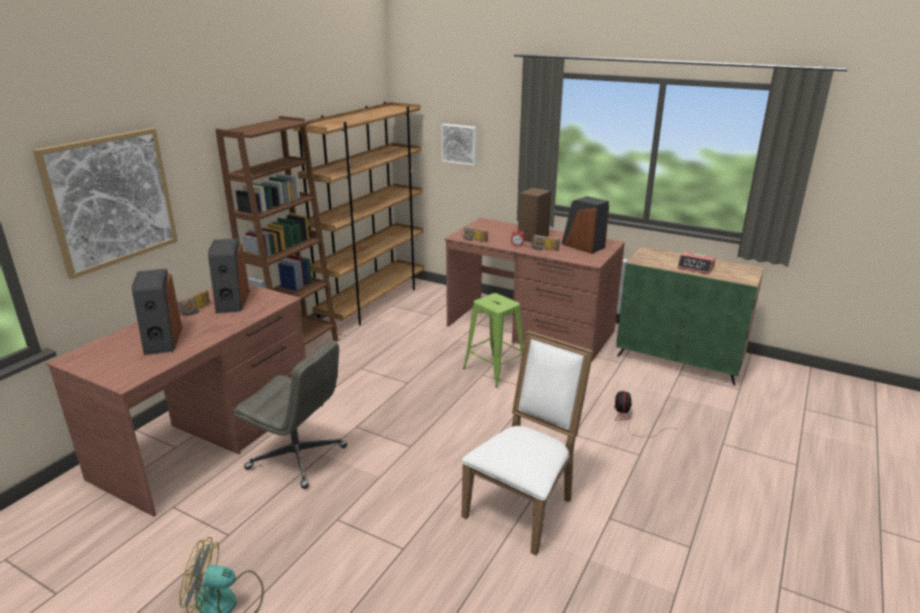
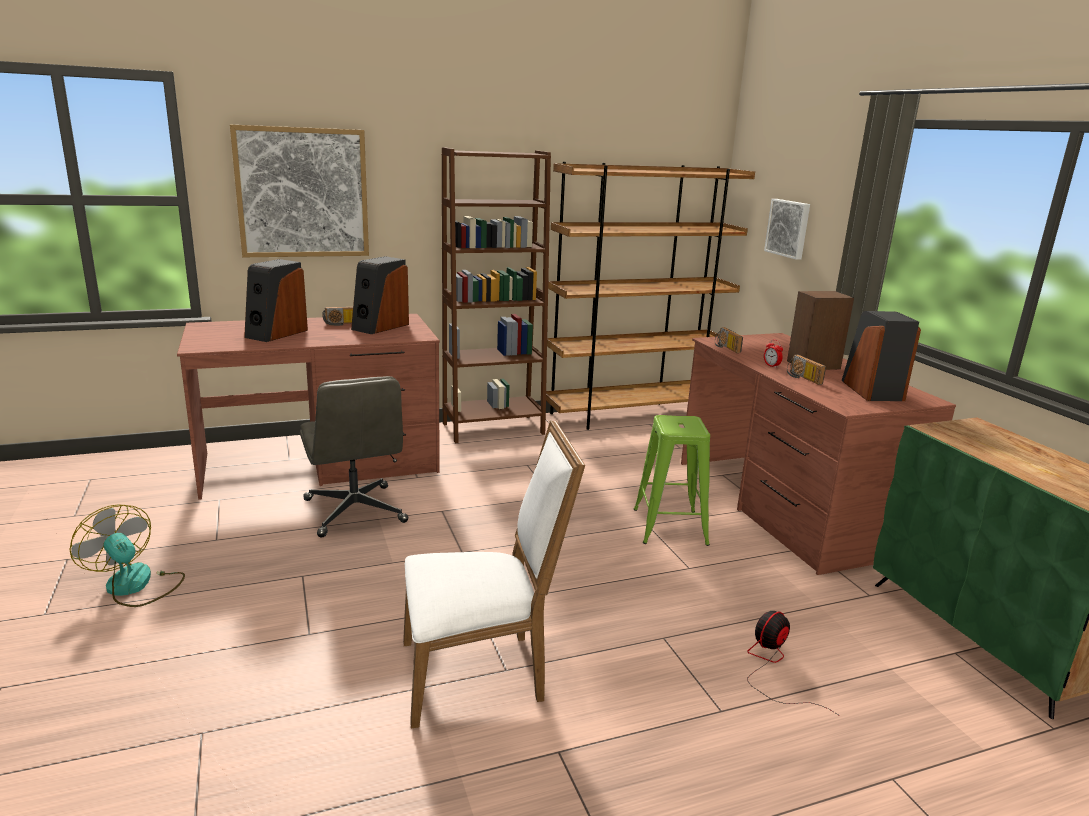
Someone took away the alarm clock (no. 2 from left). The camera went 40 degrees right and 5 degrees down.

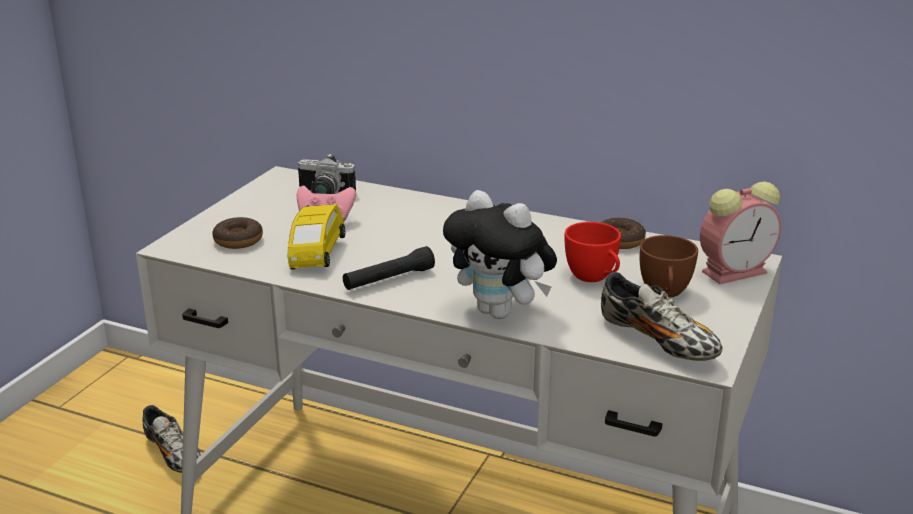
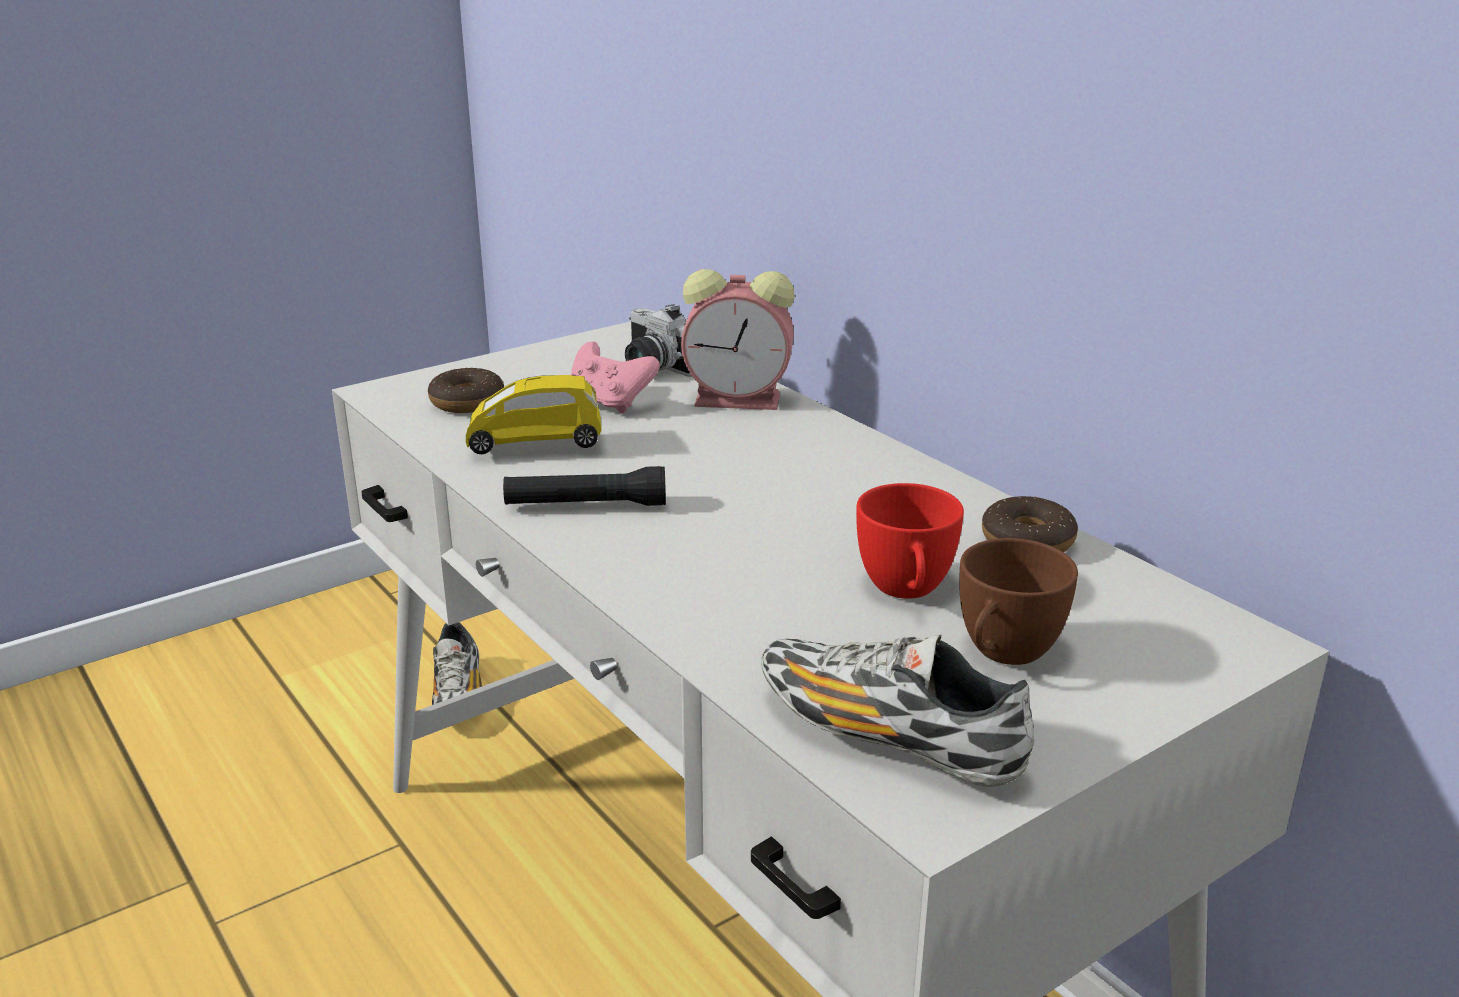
Someone carried the alarm clock. Someone took away the plush toy. Someone rotated the yellow toy car by 45 degrees clockwise. Someone rotated the shoe (no. 2 from left) by 135 degrees clockwise. The camera went 30 degrees right and 0 degrees up.

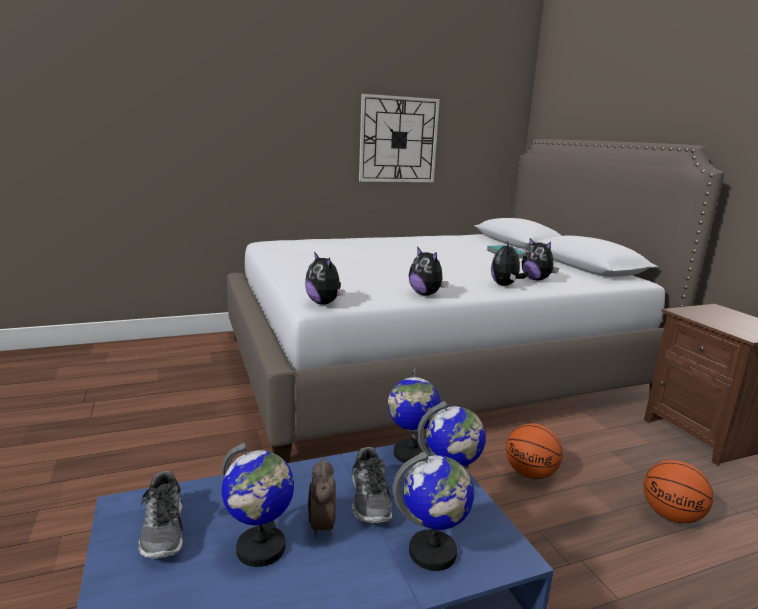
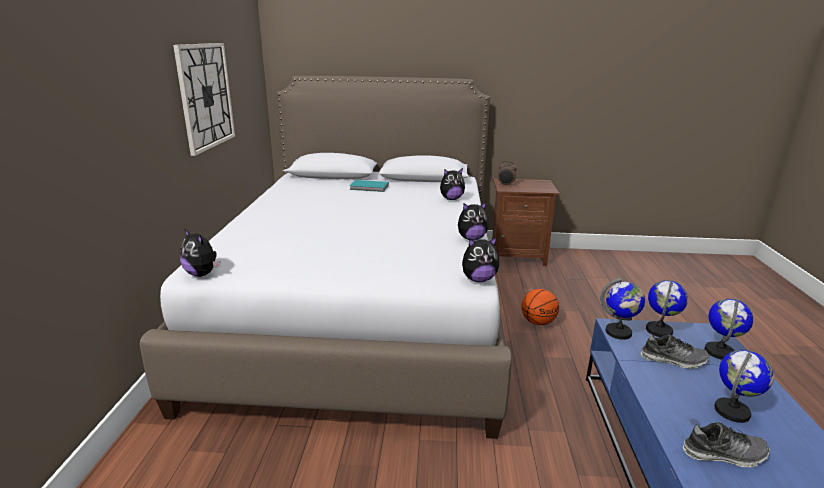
Someone carried the plush toy (no. 3 from left in the first image). Someone carried the alarm clock. Someone took away the basketball (no. 2 from left). The camera went 65 degrees left and 5 degrees up.

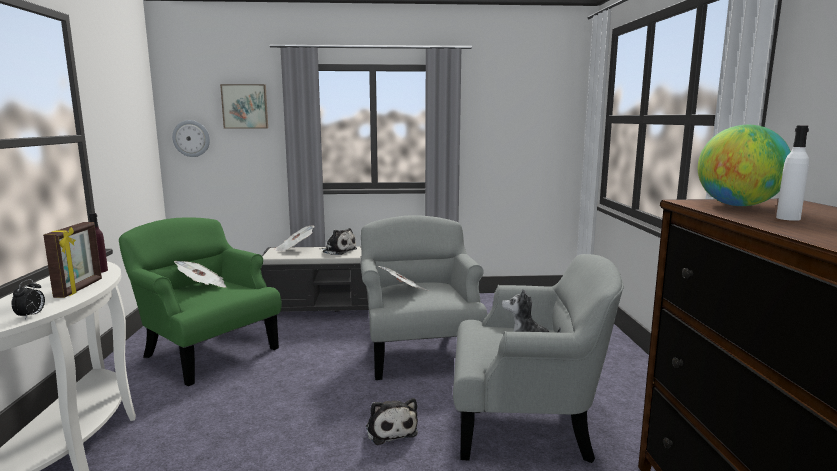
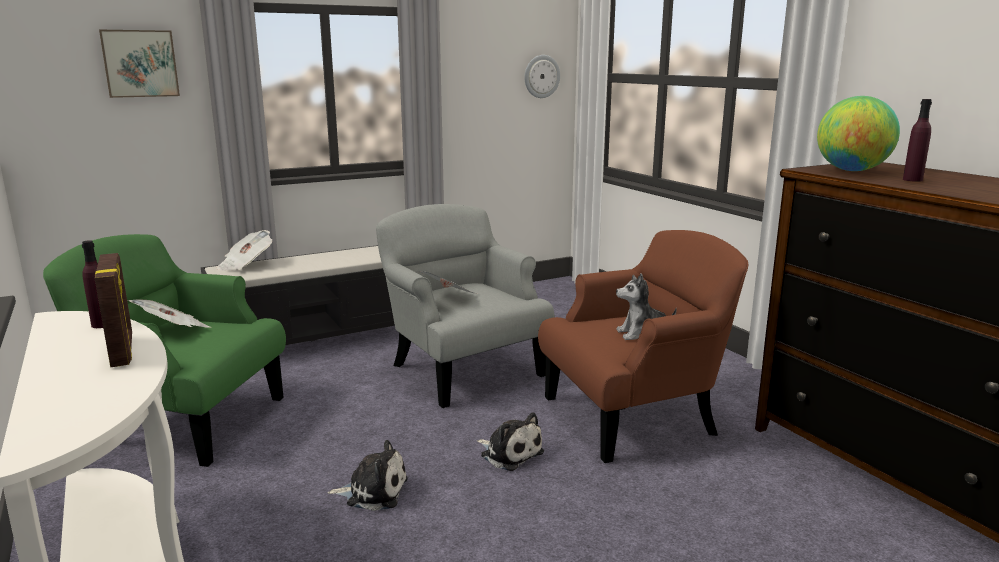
Someone carried the wall clock. Someone repainted the white bottle, which became the purple bottle (no. 2 from left). Someone carried the plush toy (no. 1 from left). Someone repainted the grey armchair (no. 2 from left), which became the brown armchair. Someone took away the alarm clock. The camera went 25 degrees left and 5 degrees up.

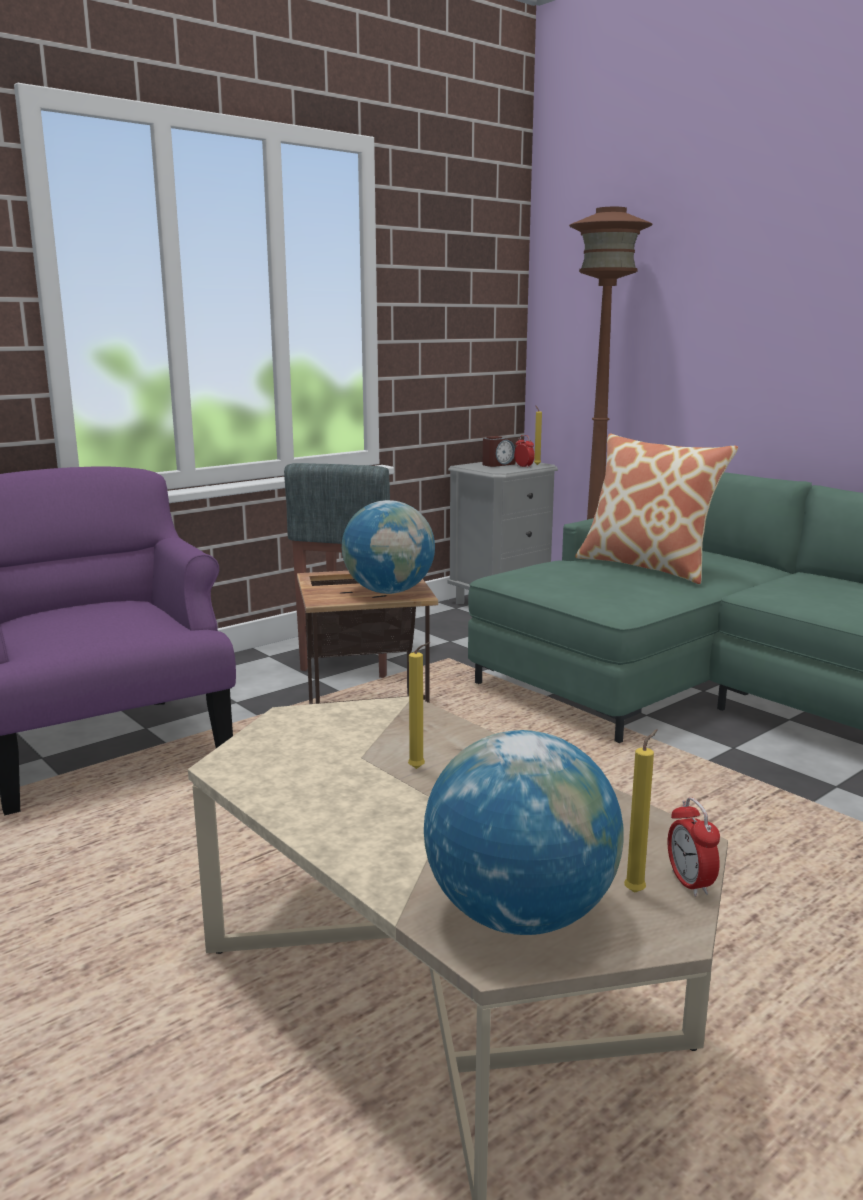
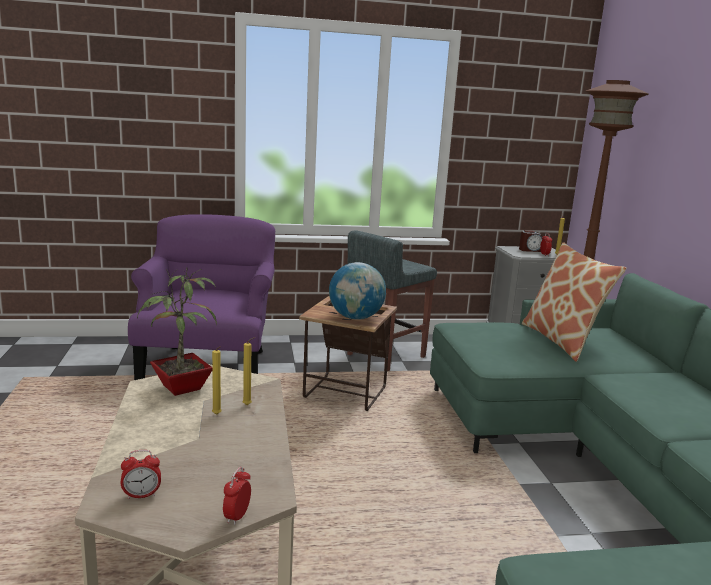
Someone carried the yellow candle (no. 3 from left in the first image). Someone swapped the globe (no. 2 from left) for the alarm clock (no. 1 from left). Someone put down the potted plant. The camera went 30 degrees right and 0 degrees up.

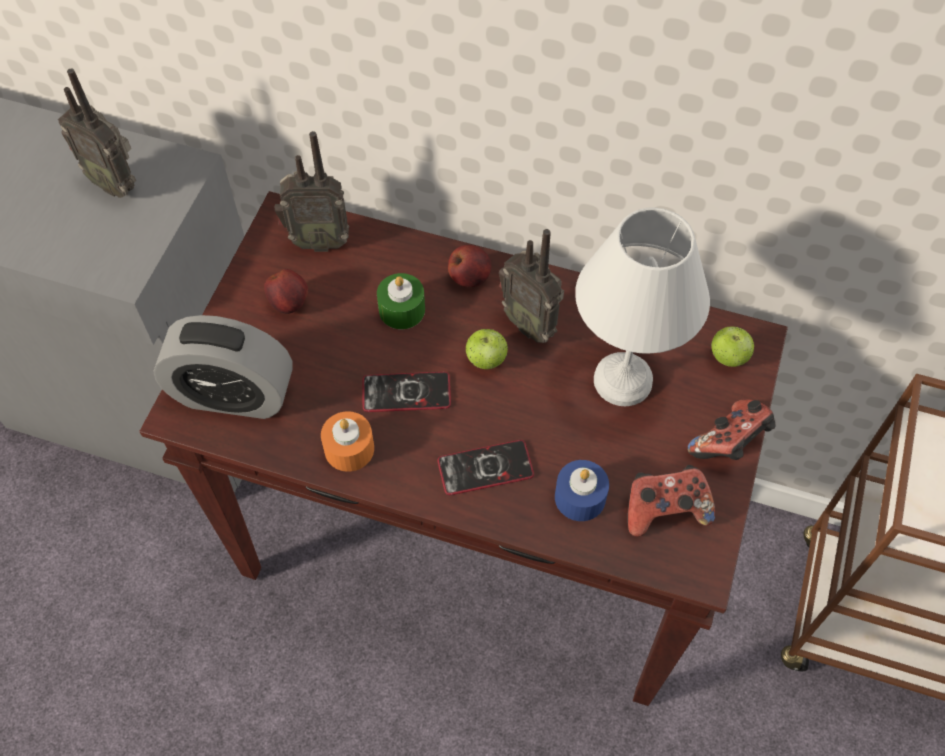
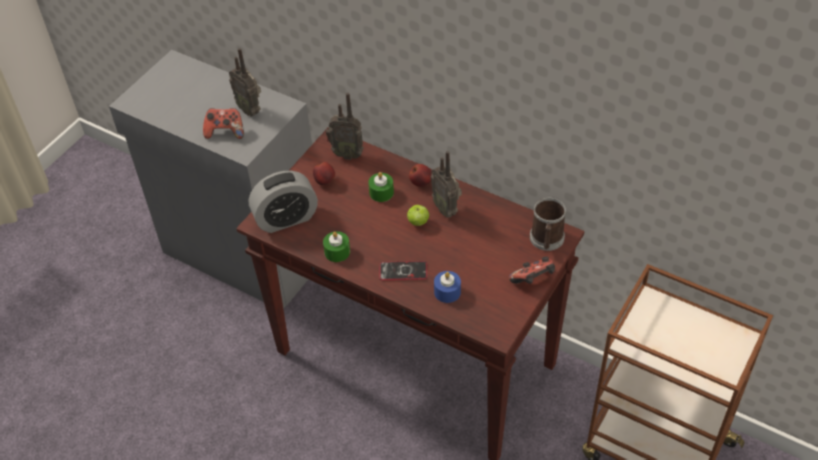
Someone took away the white table lamp. Someone rotated the alarm clock by 45 degrees counterclockwise. Someone swapped the apple (no. 4 from left) for the mug. Someone took away the phone (no. 1 from left). Someone repainted the orange candle, which became the green candle (no. 1 from left). Someone carried the game controller (no. 1 from left). The camera went 15 degrees right and 10 degrees down.

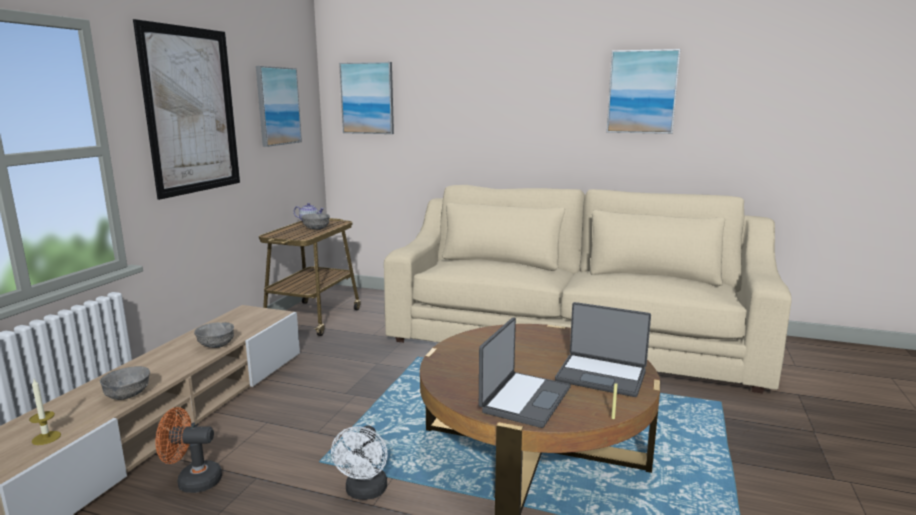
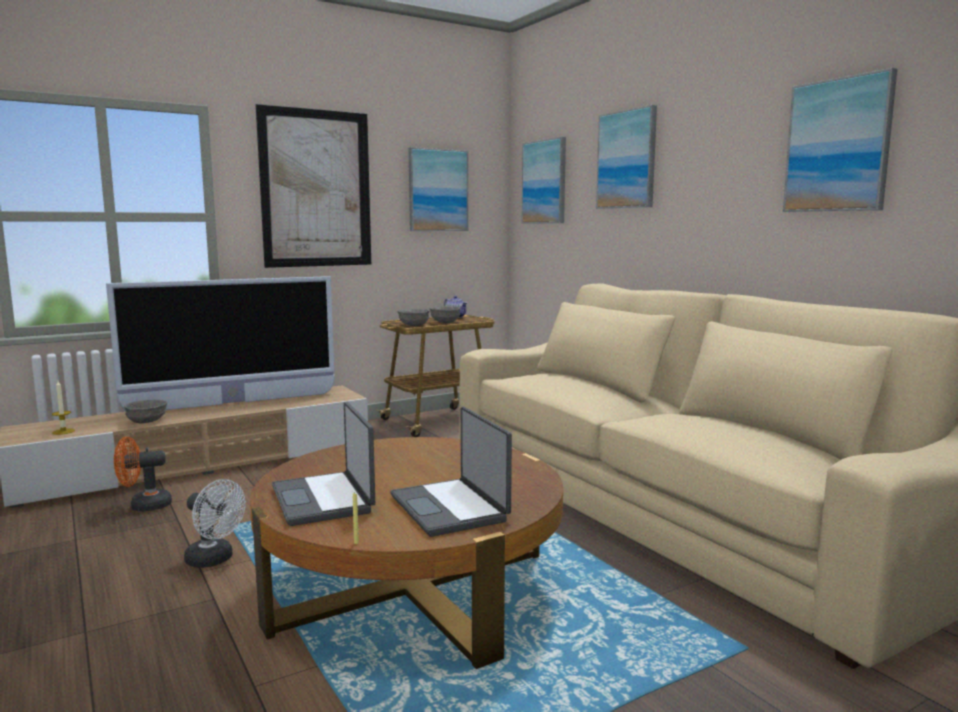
Someone rotated the laptop (no. 1 from left) by 90 degrees clockwise. Someone carried the grey bowl (no. 2 from left). Someone rotated the orange fan by 60 degrees counterclockwise. Someone rotated the white fan by 105 degrees counterclockwise. Someone put up the picture (no. 4 from left). Someone put down the television. The camera went 40 degrees right and 5 degrees down.

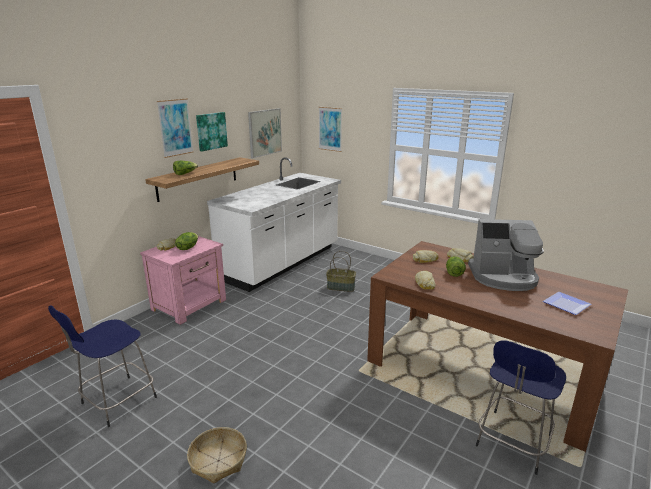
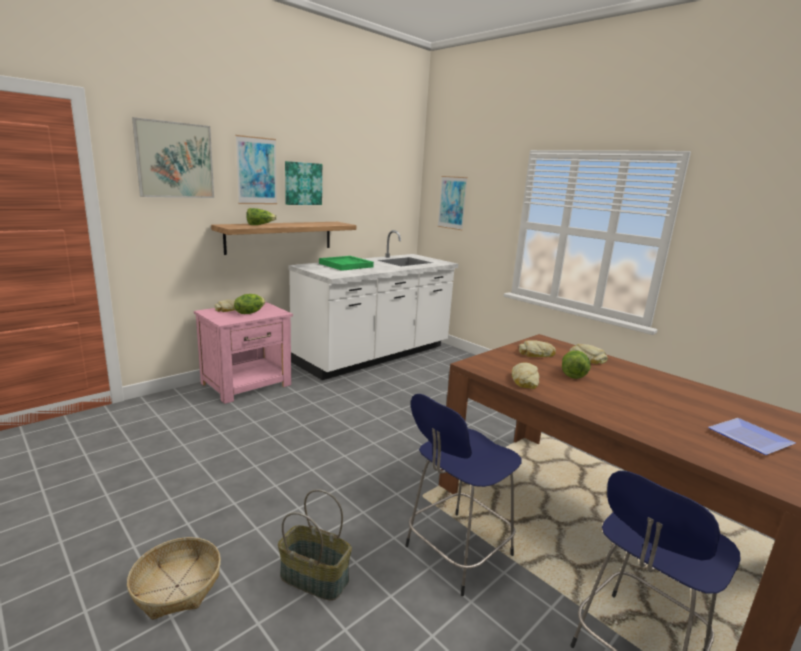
Someone carried the picture (no. 3 from left in the first image). Someone took away the coffee machine. Someone carried the basket (no. 2 from left). Someone carried the blue stool (no. 1 from left). Someone put down the green tray. The camera went 10 degrees right and 5 degrees down.

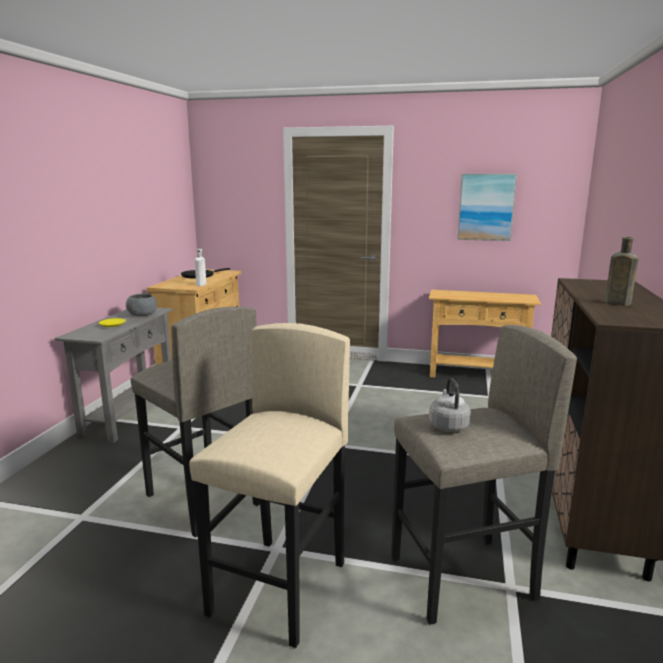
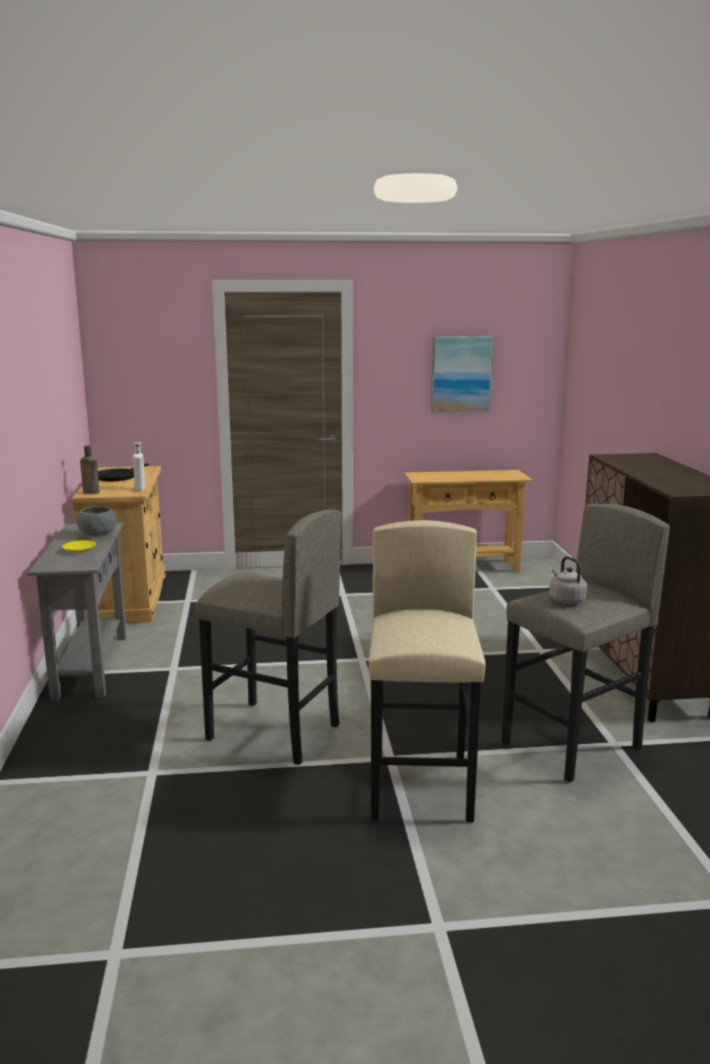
Someone carried the brown bottle. The camera went 20 degrees left and 0 degrees up.

